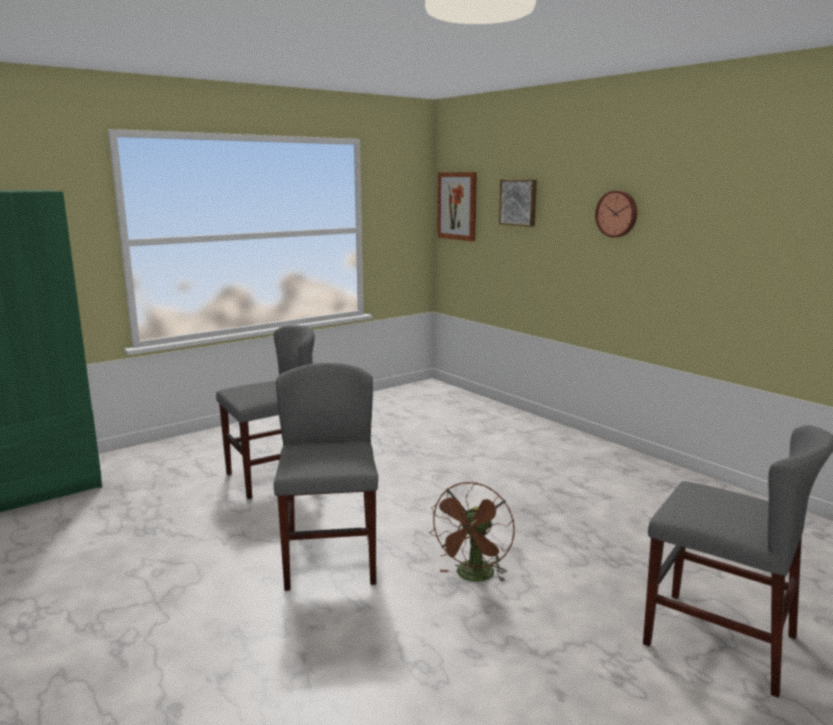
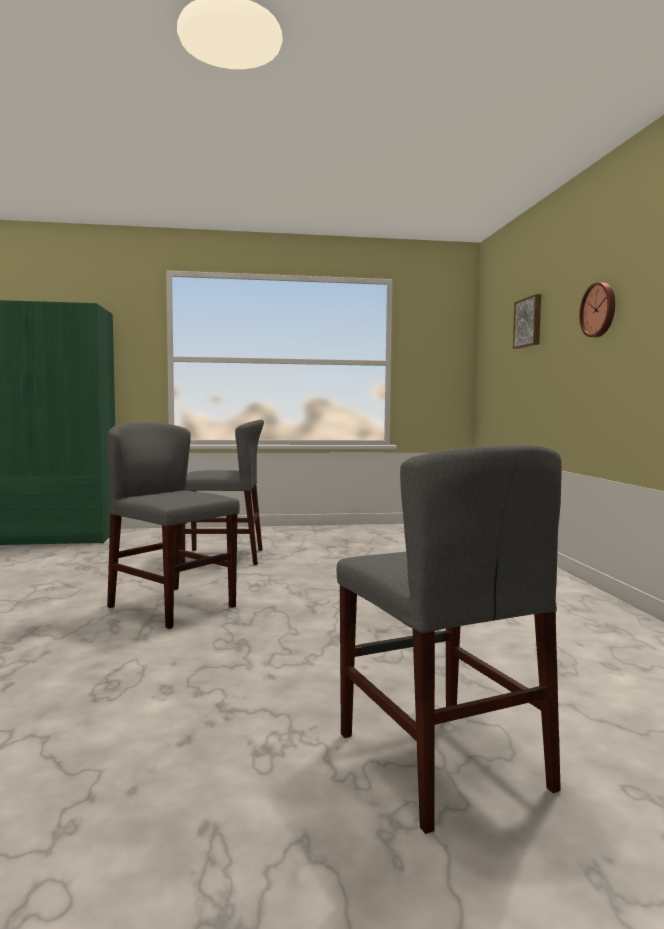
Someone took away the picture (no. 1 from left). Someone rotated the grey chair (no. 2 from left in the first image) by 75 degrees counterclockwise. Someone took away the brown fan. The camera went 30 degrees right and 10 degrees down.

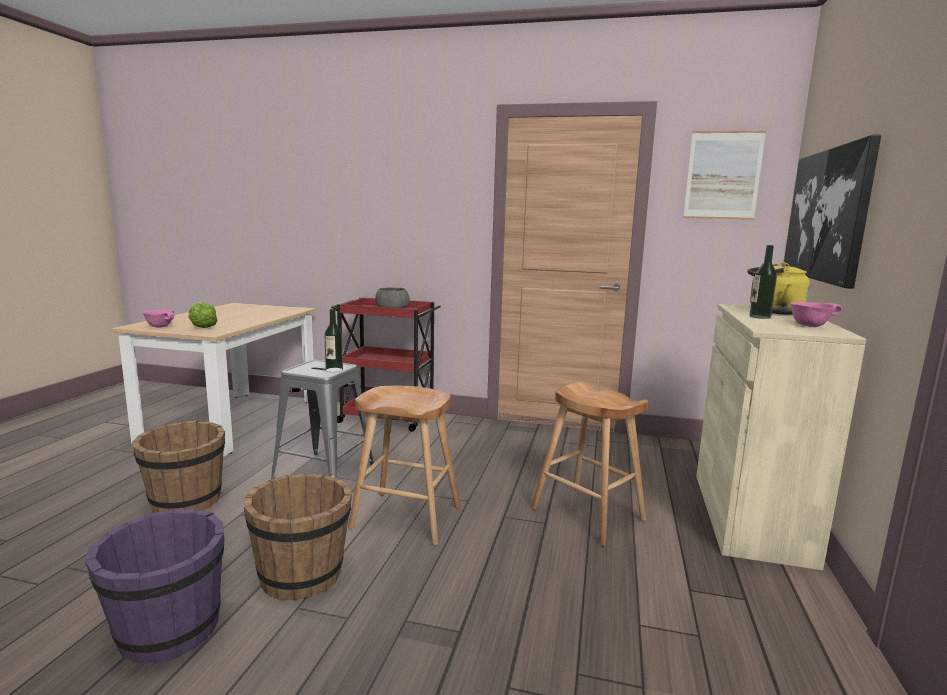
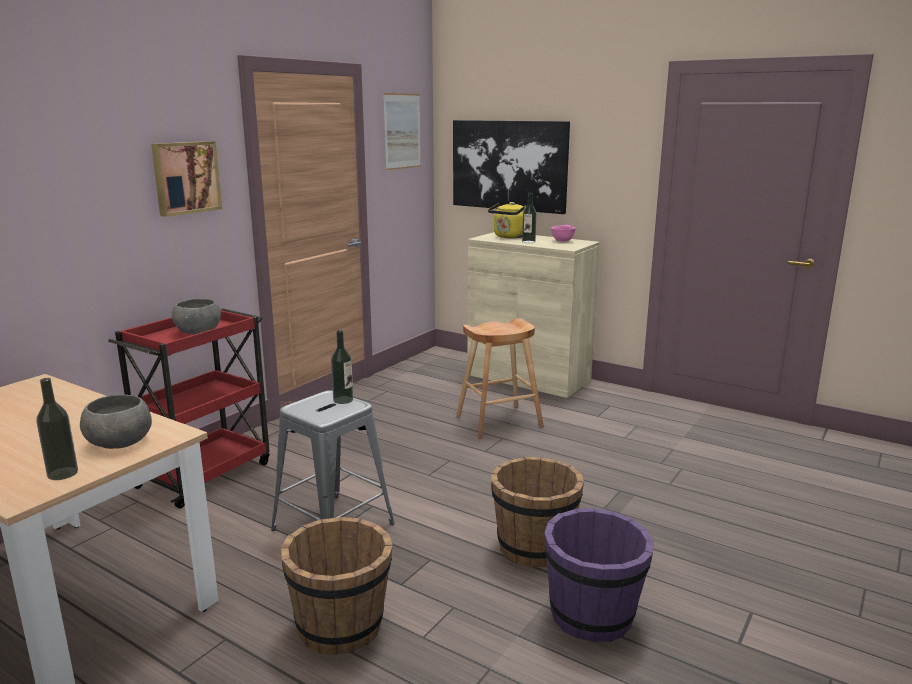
Someone swapped the lettuce for the grey bowl (no. 1 from left). Someone swapped the pink bowl (no. 1 from left) for the bottle (no. 1 from left). Someone took away the brown stool (no. 1 from left). Someone put up the picture (no. 1 from left). The camera went 70 degrees left and 5 degrees up.

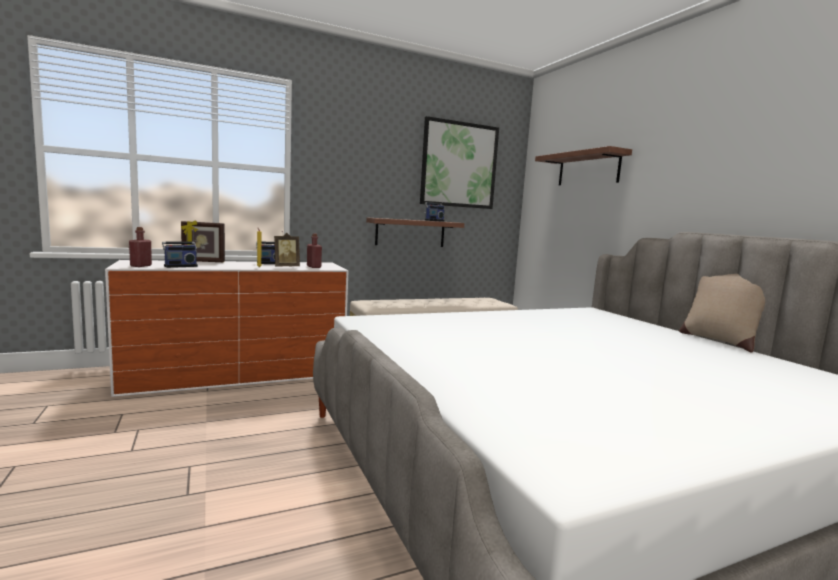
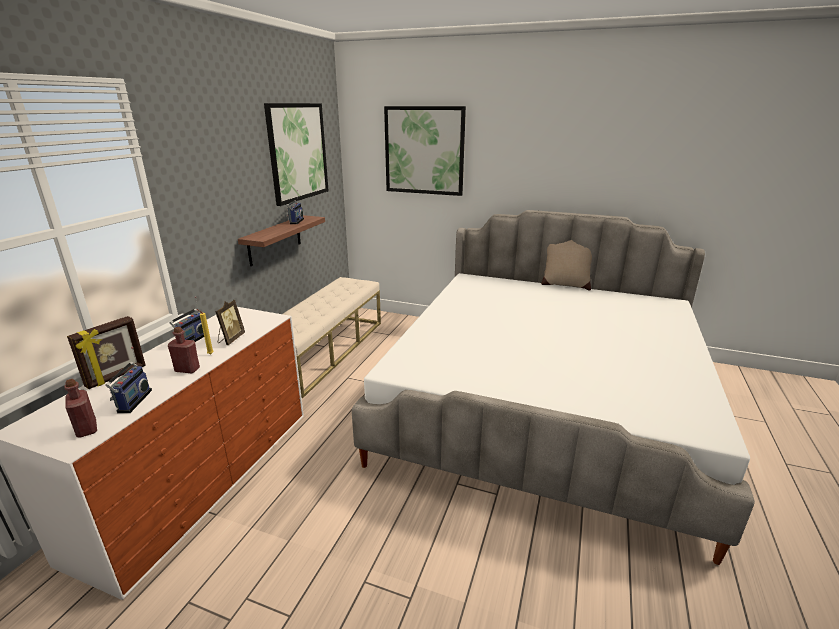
Someone swapped the shelf (no. 2 from left) for the picture (no. 2 from left). Someone carried the red bottle (no. 2 from left). The camera went 45 degrees left and 15 degrees up.

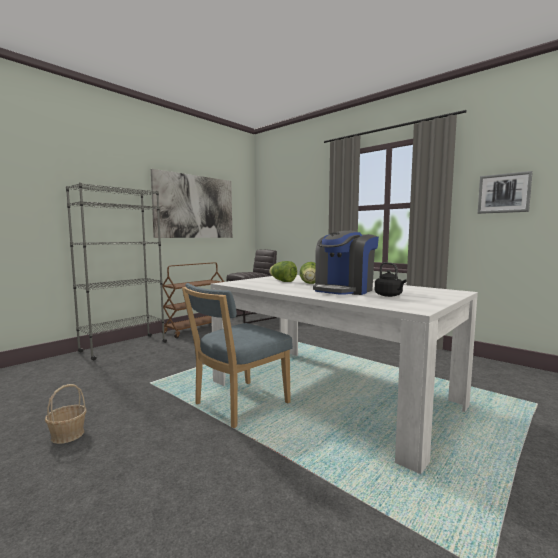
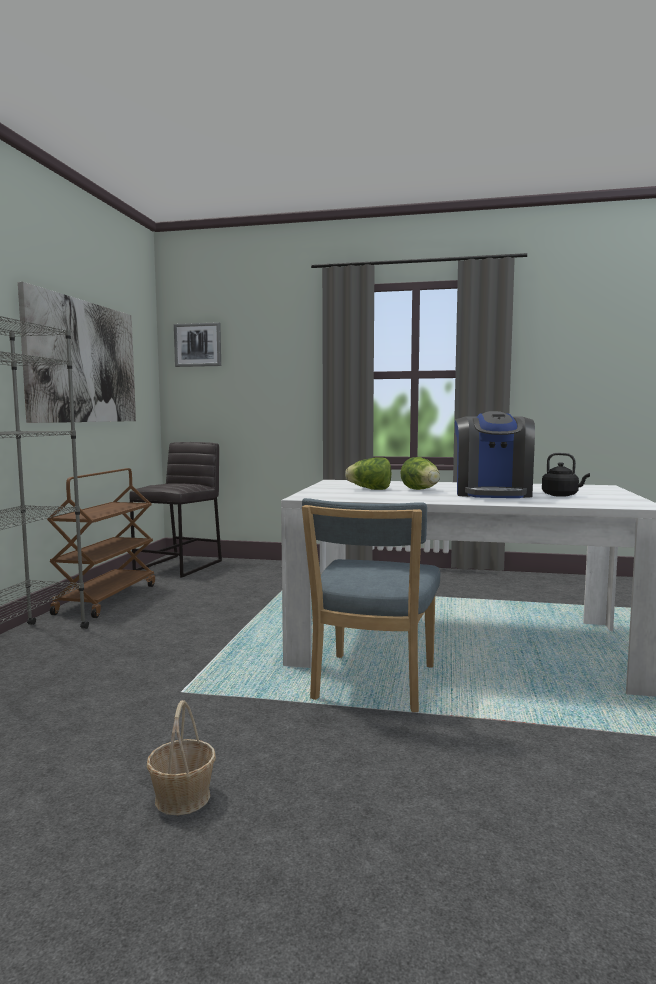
Someone carried the picture (no. 2 from left). The camera went 30 degrees left and 0 degrees up.

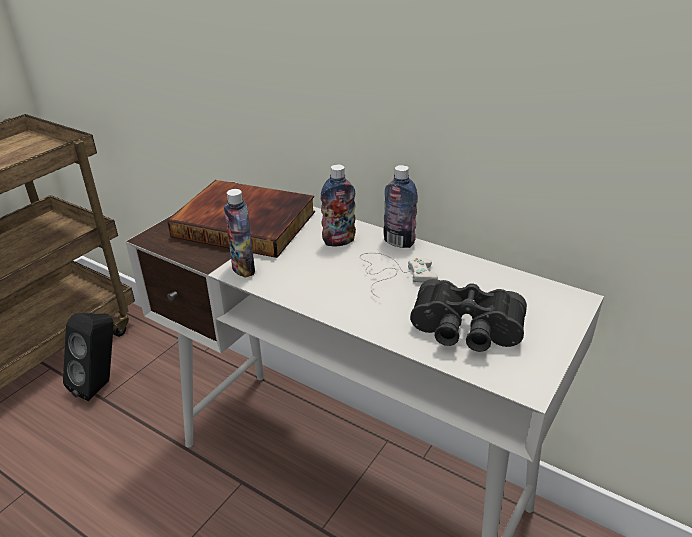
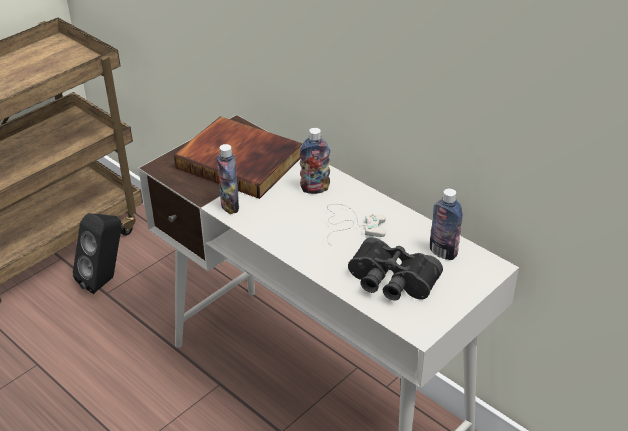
Someone carried the bottle (no. 3 from left). The camera went 10 degrees right and 5 degrees up.

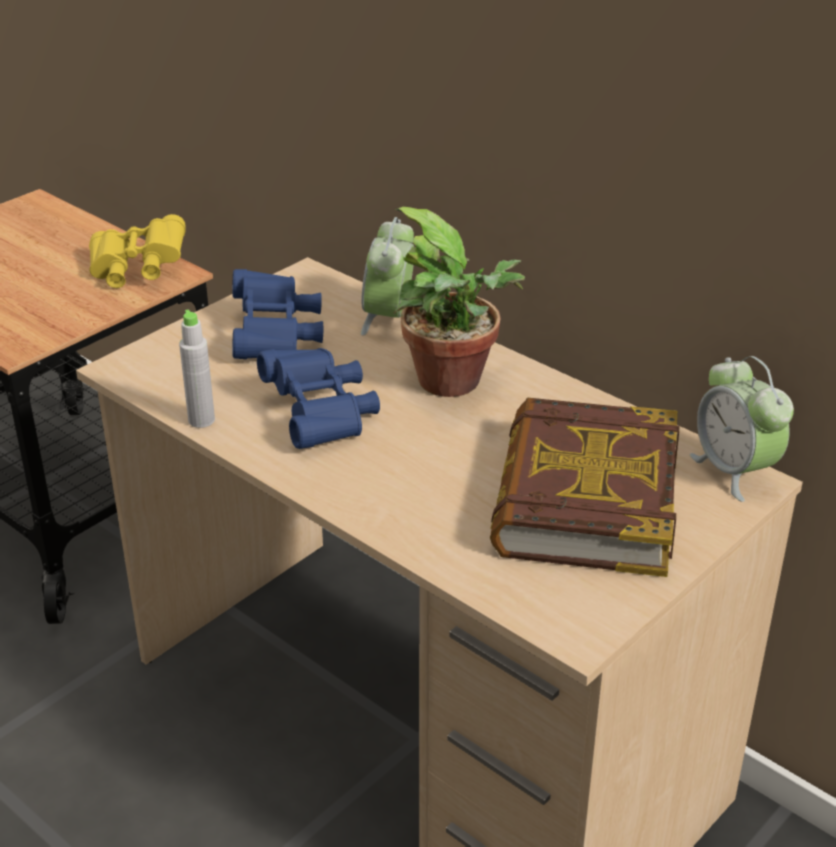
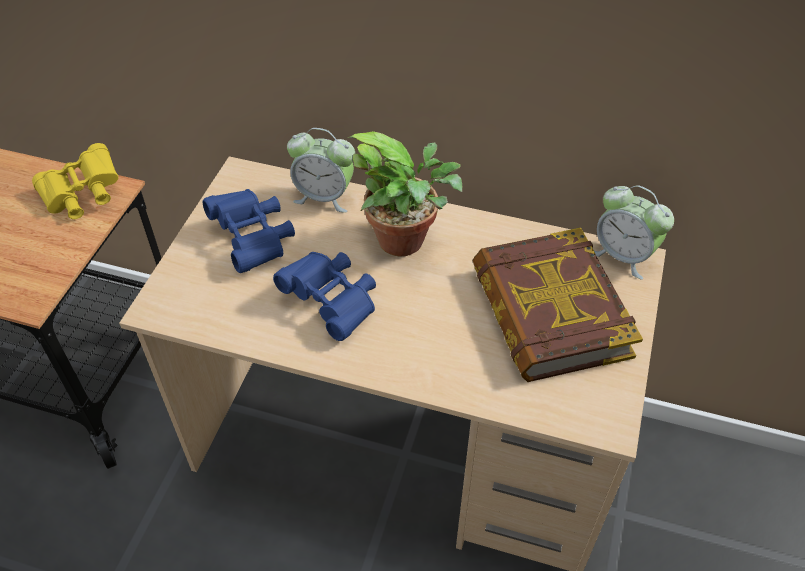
Someone rotated the alarm clock (no. 1 from left) by 60 degrees counterclockwise. Someone took away the grey bottle. The camera went 25 degrees left and 15 degrees up.

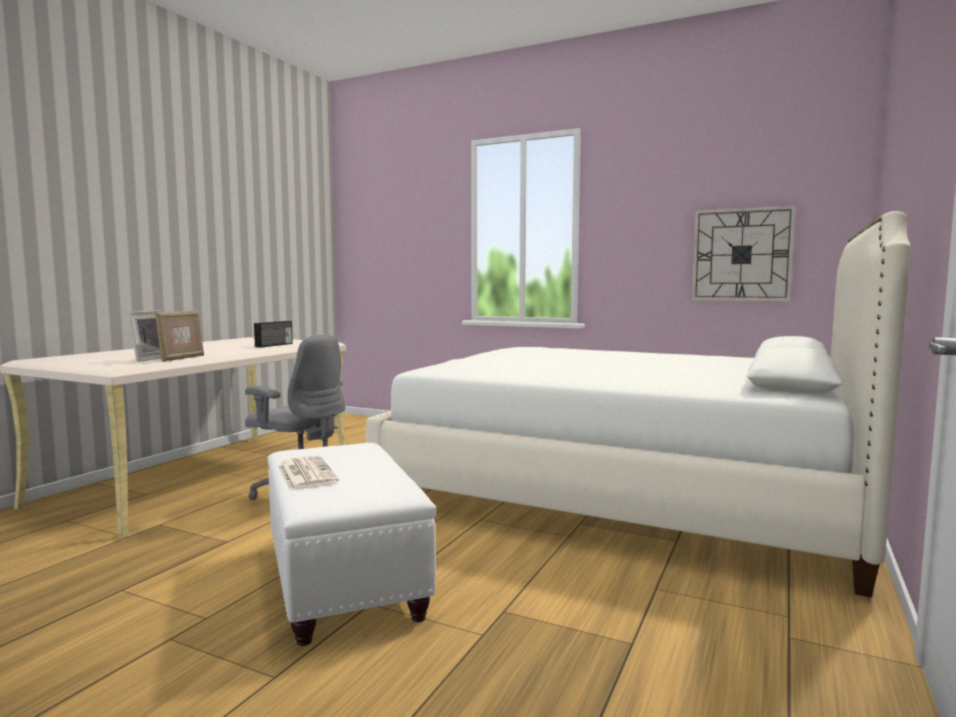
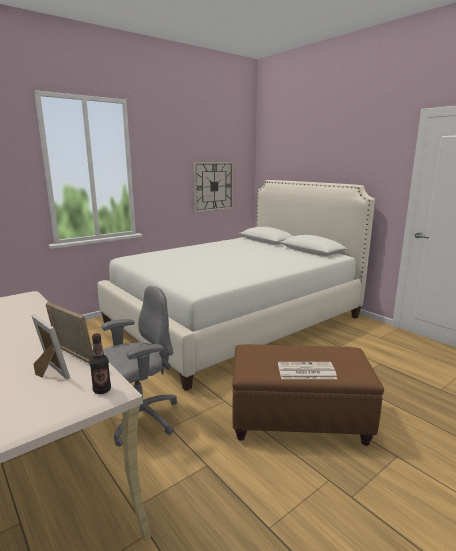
Someone took away the radio. Someone repainted the white ottoman, which became the brown ottoman. Someone put down the bottle. The camera went 65 degrees left and 10 degrees up.

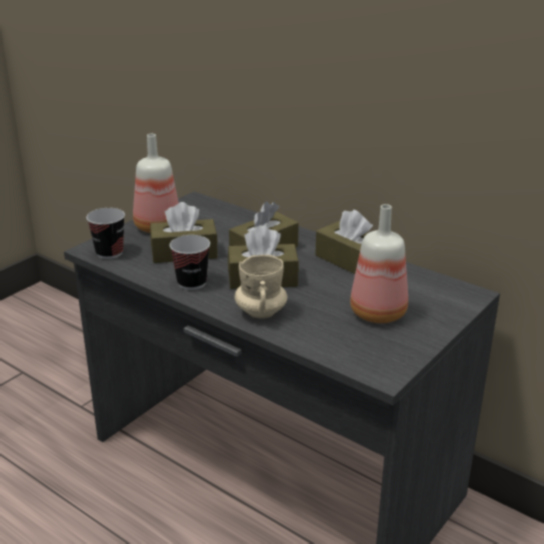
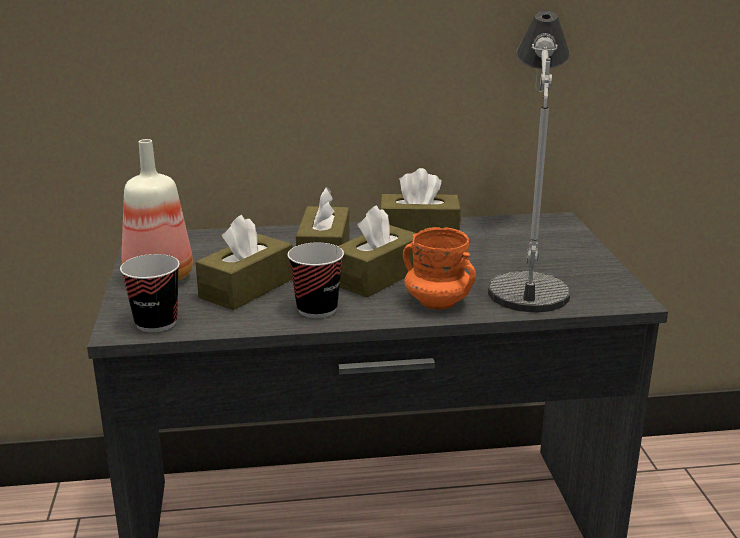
Someone swapped the bottle (no. 2 from left) for the table lamp. Someone repainted the beige mug, which became the orange mug. The camera went 45 degrees left and 5 degrees down.

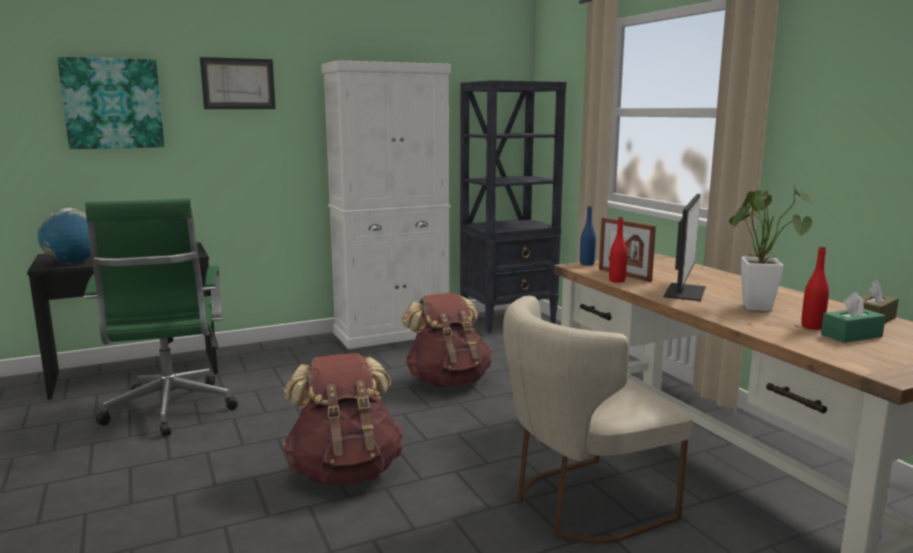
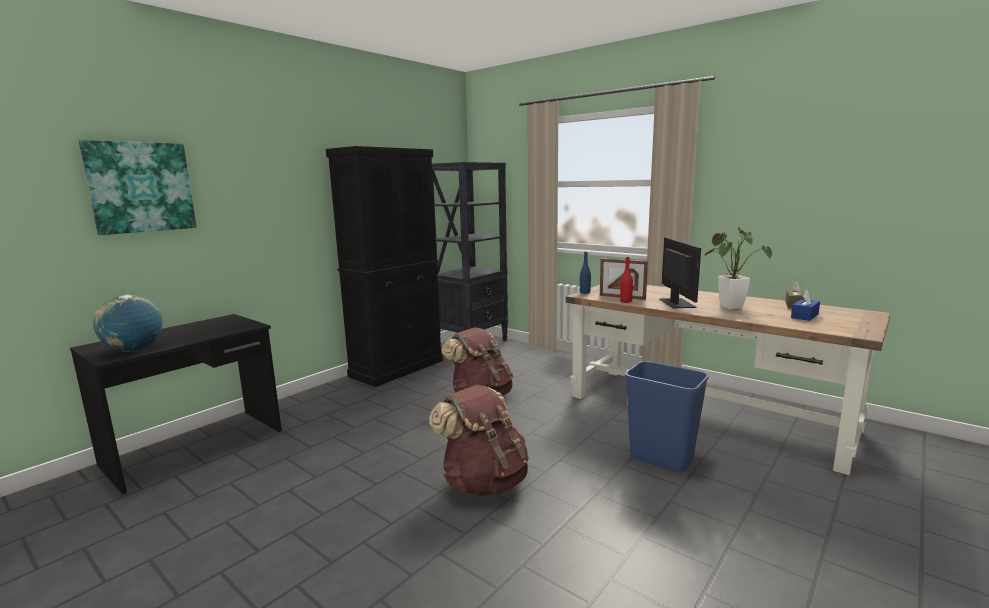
Someone took away the picture (no. 2 from left). Someone repainted the white cabinet, which became the black cabinet. Someone took away the green office chair. Someone took away the red bottle (no. 2 from left). Someone repainted the green tissue box, which became the blue tissue box. Someone swapped the beige chair for the blue trash can. The camera went 25 degrees left and 0 degrees up.

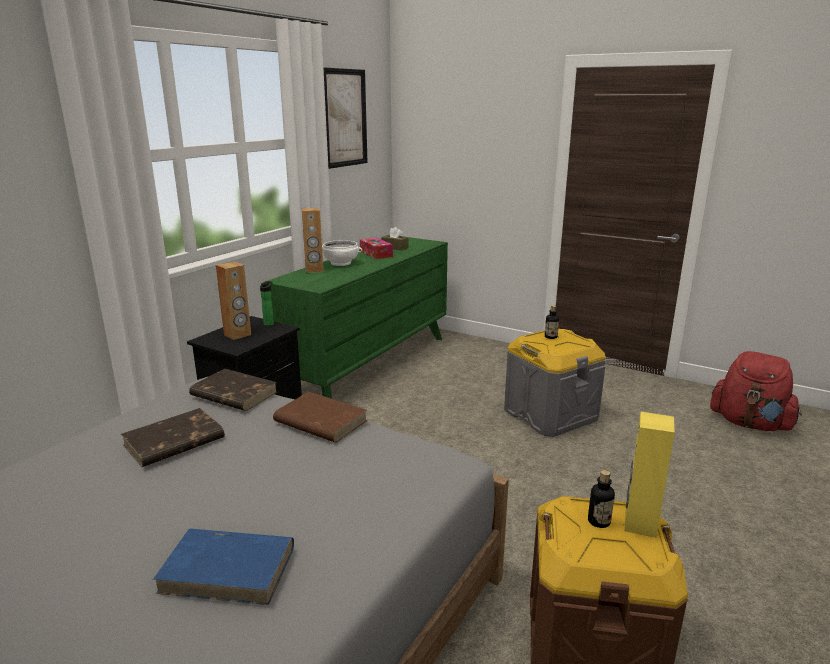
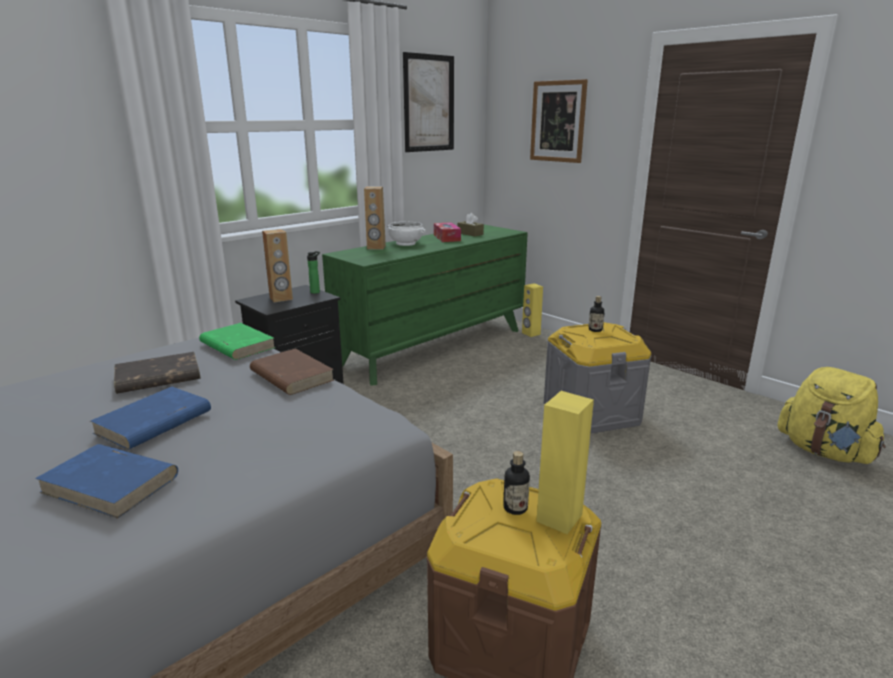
Someone repainted the red backpack, which became the yellow backpack. Someone repainted the brown book (no. 2 from left), which became the green book. Someone put up the picture (no. 2 from left). Someone put down the yellow speaker (no. 1 from left). Someone put down the blue book (no. 2 from left). The camera went 15 degrees right and 0 degrees up.

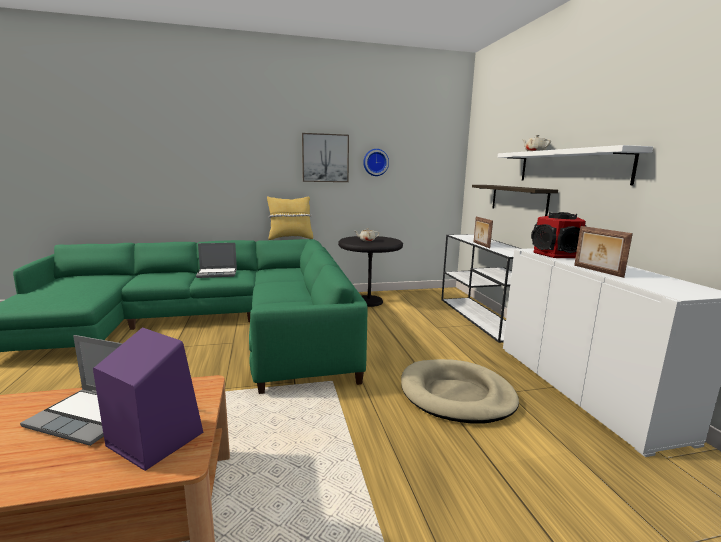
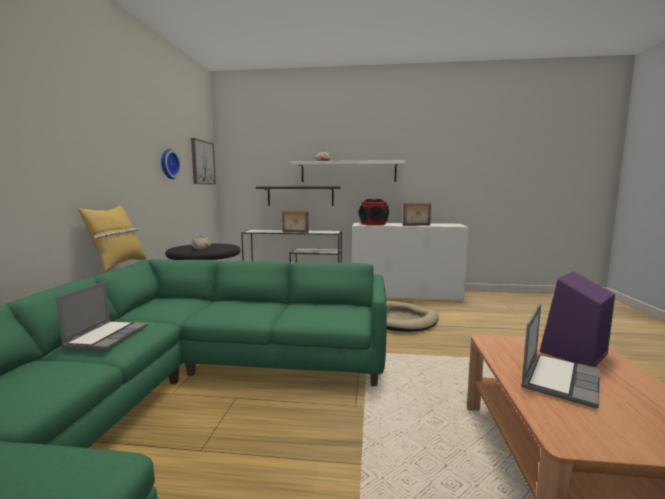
Someone carried the picture. The camera went 70 degrees left and 5 degrees down.

